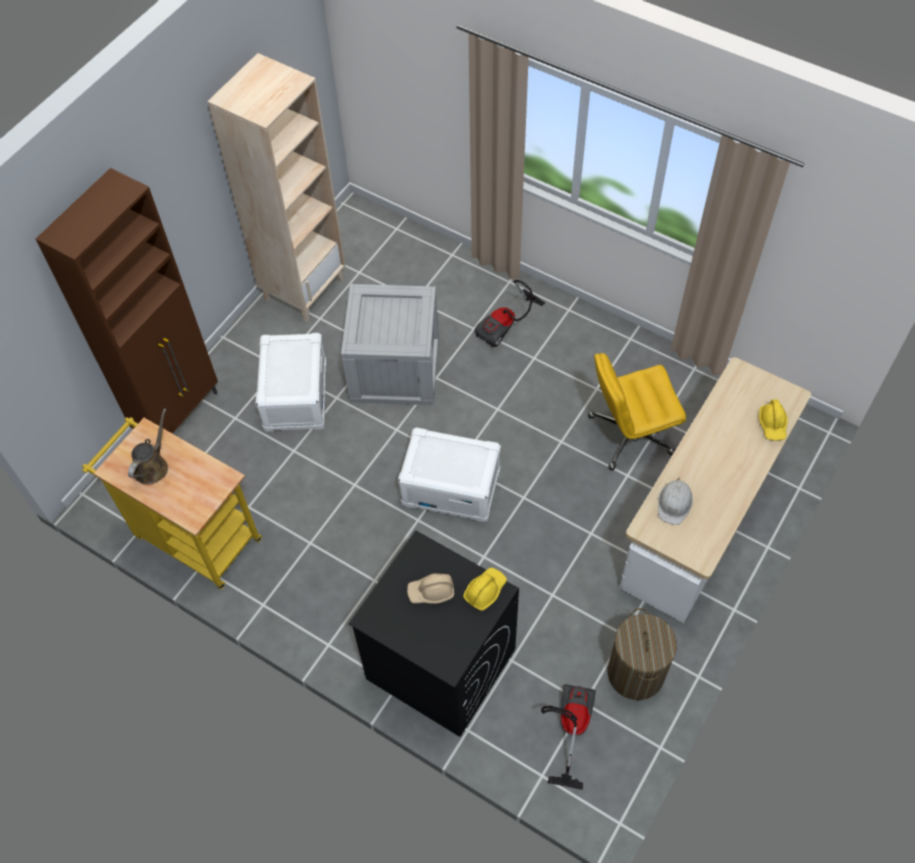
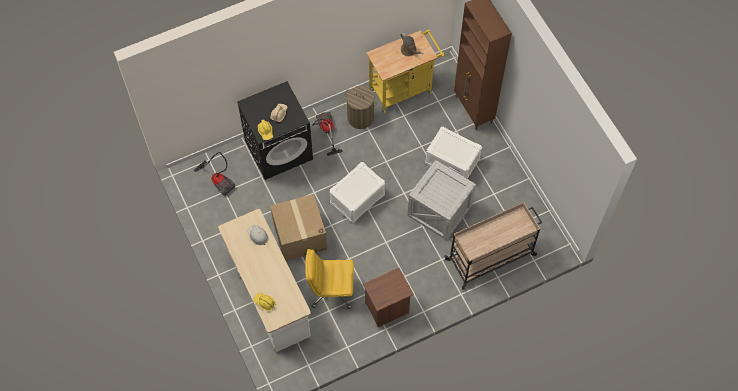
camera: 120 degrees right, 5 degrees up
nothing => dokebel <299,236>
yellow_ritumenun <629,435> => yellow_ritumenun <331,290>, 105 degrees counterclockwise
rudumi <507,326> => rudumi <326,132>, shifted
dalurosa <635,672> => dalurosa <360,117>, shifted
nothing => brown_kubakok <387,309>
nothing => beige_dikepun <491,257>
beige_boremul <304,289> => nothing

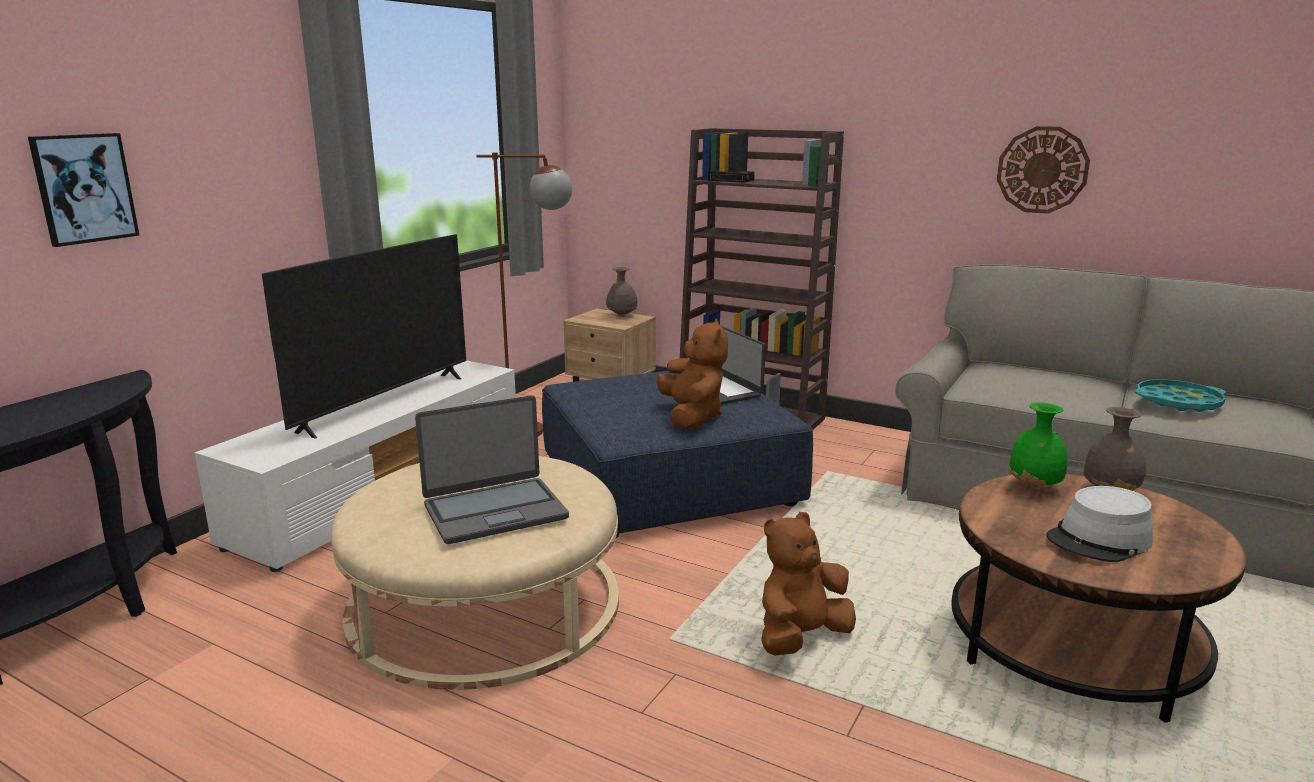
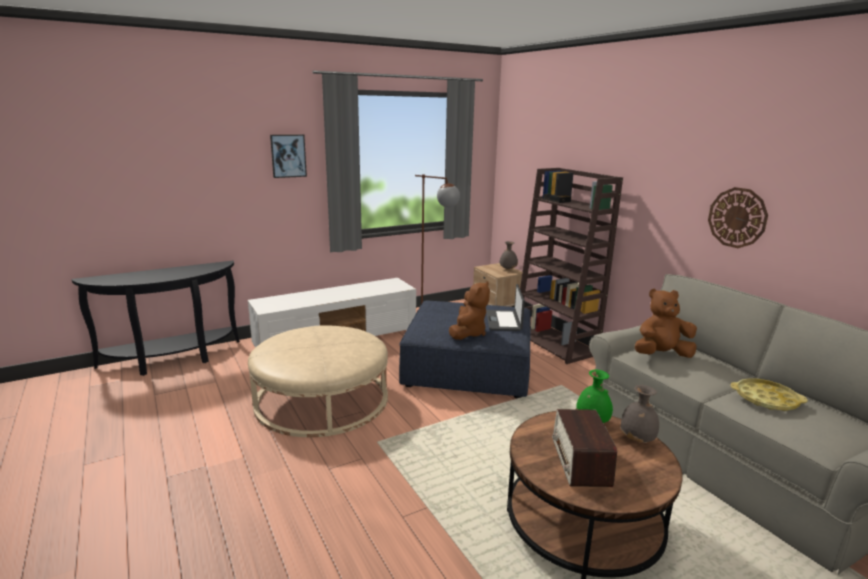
camera: 30 degrees right, 0 degrees up
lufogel <84,188> => lufogel <288,156>, shifted
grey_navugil <1099,539> => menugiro <580,462>
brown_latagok <801,637> => brown_latagok <661,355>, shifted
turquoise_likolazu <1177,402> => yellow_likolazu <766,399>
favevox <384,403> => nothing
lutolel <494,511> => nothing

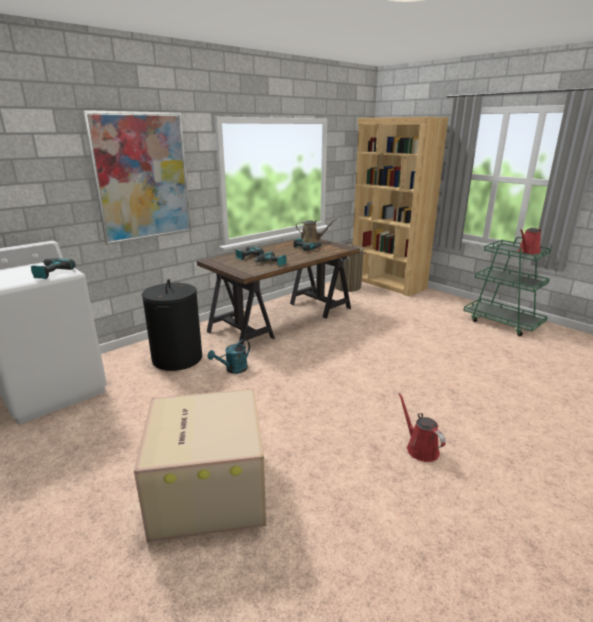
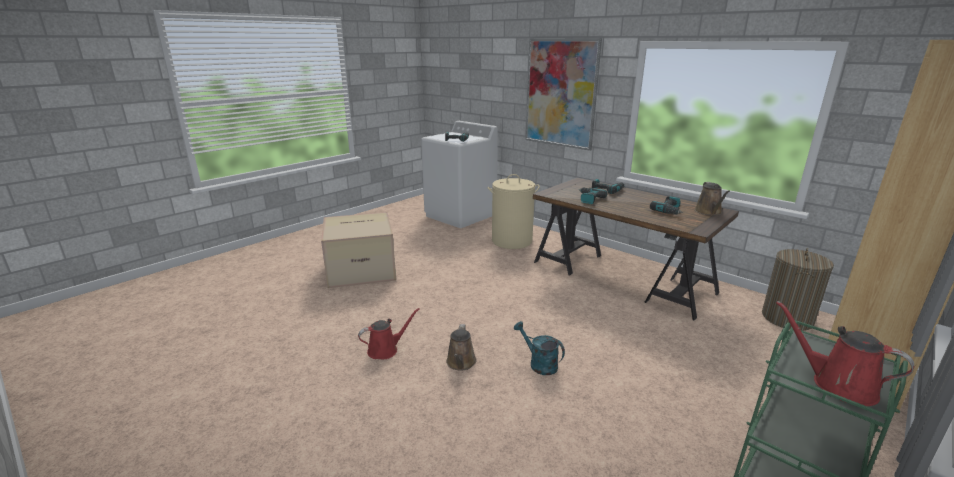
camera: 85 degrees right, 0 degrees up
nothing => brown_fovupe <461,363>
black_dalurosa <177,358> => beige_dalurosa <512,241>
turquoise_fovupe <233,370> => turquoise_fovupe <539,364>, shifted

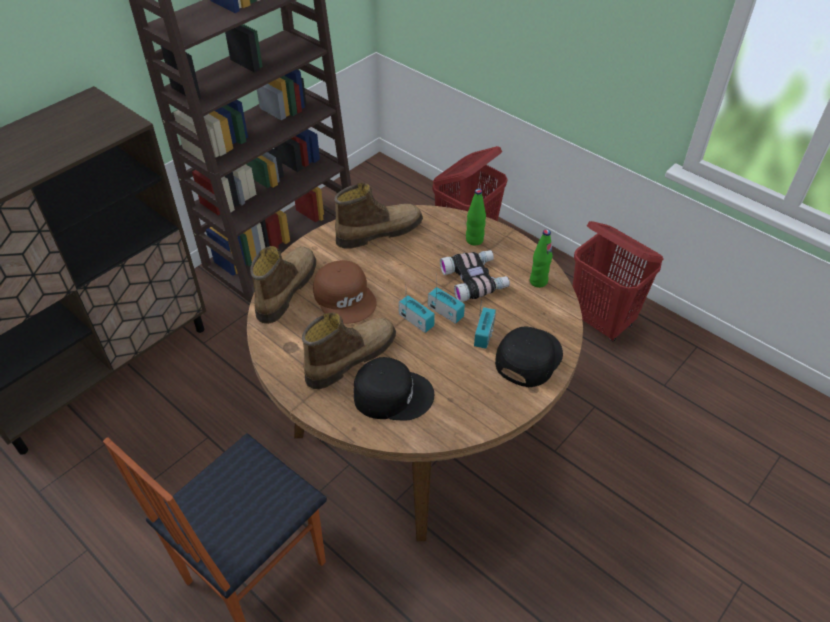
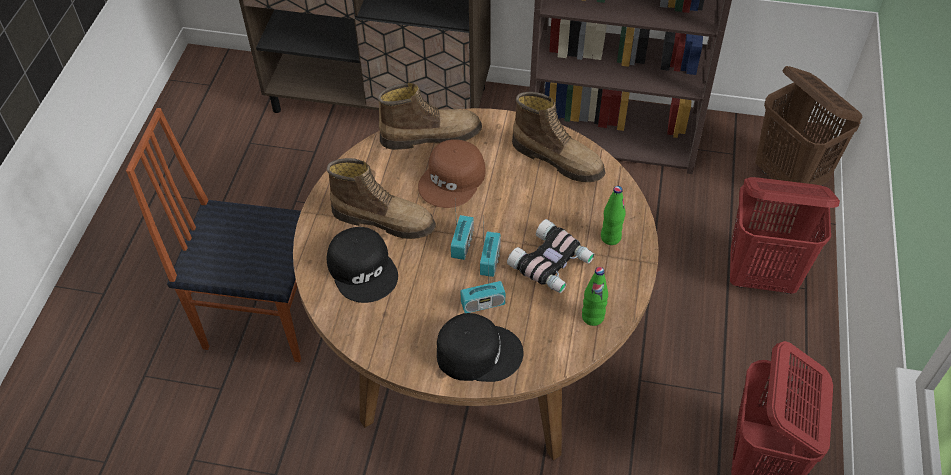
camera: 60 degrees right, 5 degrees up
nothing => brown_dalurosa <789,179>

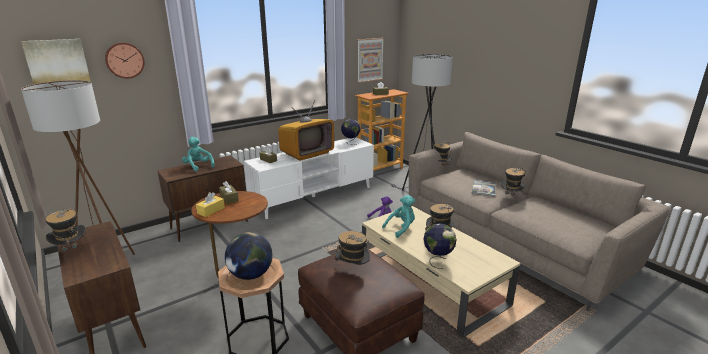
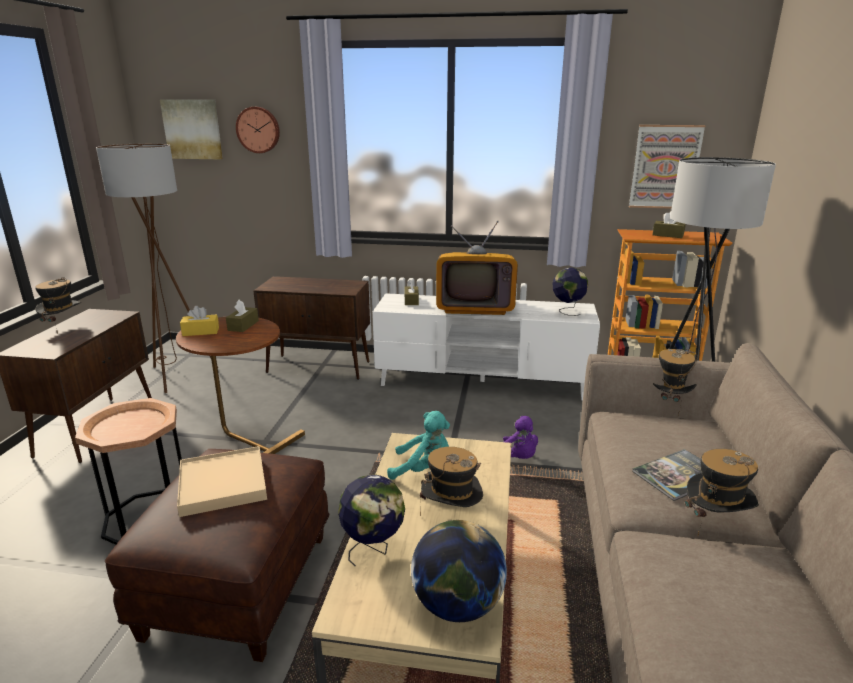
camera: 45 degrees right, 0 degrees up
navugil <352,271> => beige_likolazu <222,484>
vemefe <251,275> => vemefe <457,605>, shifted
turquoise_latagok <198,166> => nothing

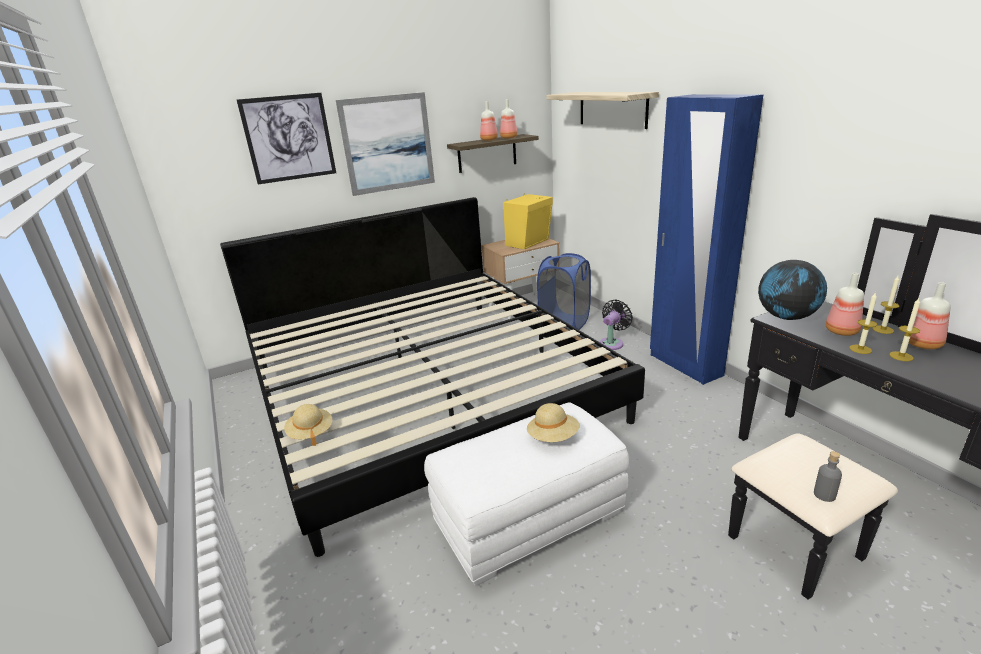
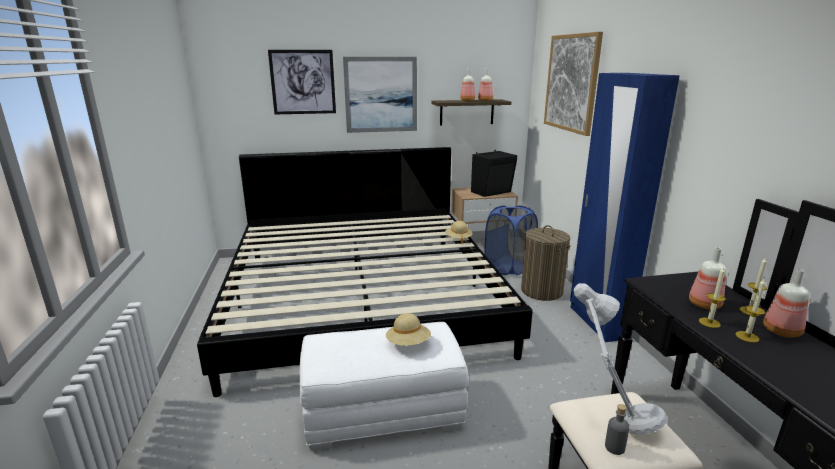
camera: 15 degrees right, 5 degrees down
beige_navugil <310,433> => beige_navugil <458,239>, shifted
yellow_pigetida <529,242> => black_pigetida <492,192>
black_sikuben <612,343> => dalurosa <541,291>
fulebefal <612,109> => lufogel <571,83>
nothing => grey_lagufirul <607,405>
vemefe <787,317> => nothing

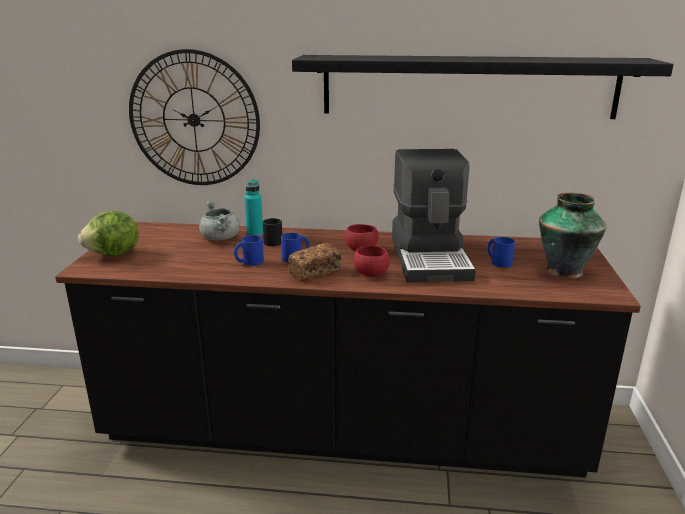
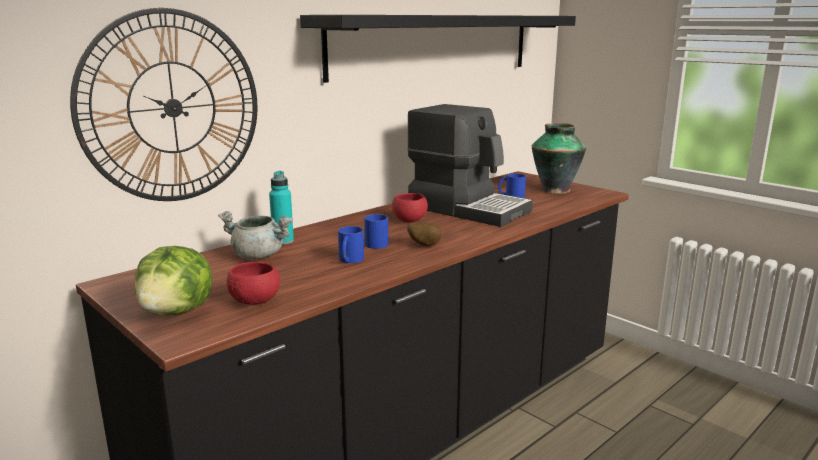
camera: 50 degrees left, 5 degrees down
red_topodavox <371,274> => red_topodavox <255,301>, shifted
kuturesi <315,272> => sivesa <424,245>
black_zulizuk <275,241> => nothing

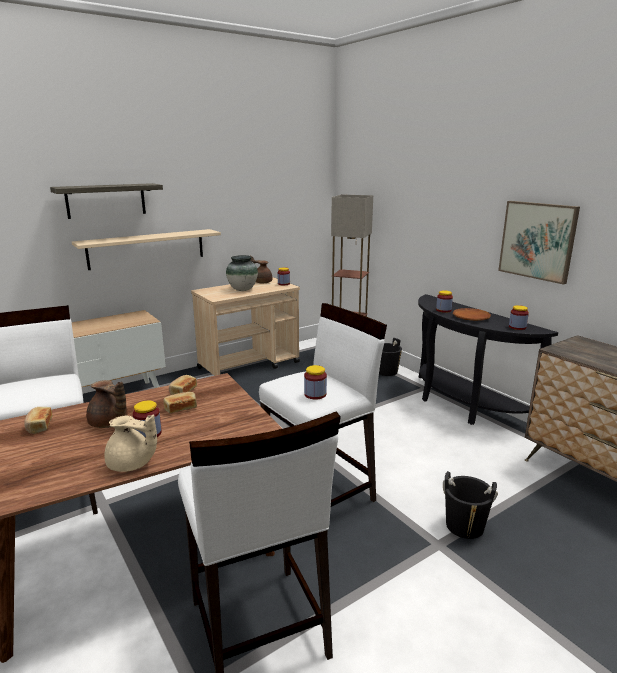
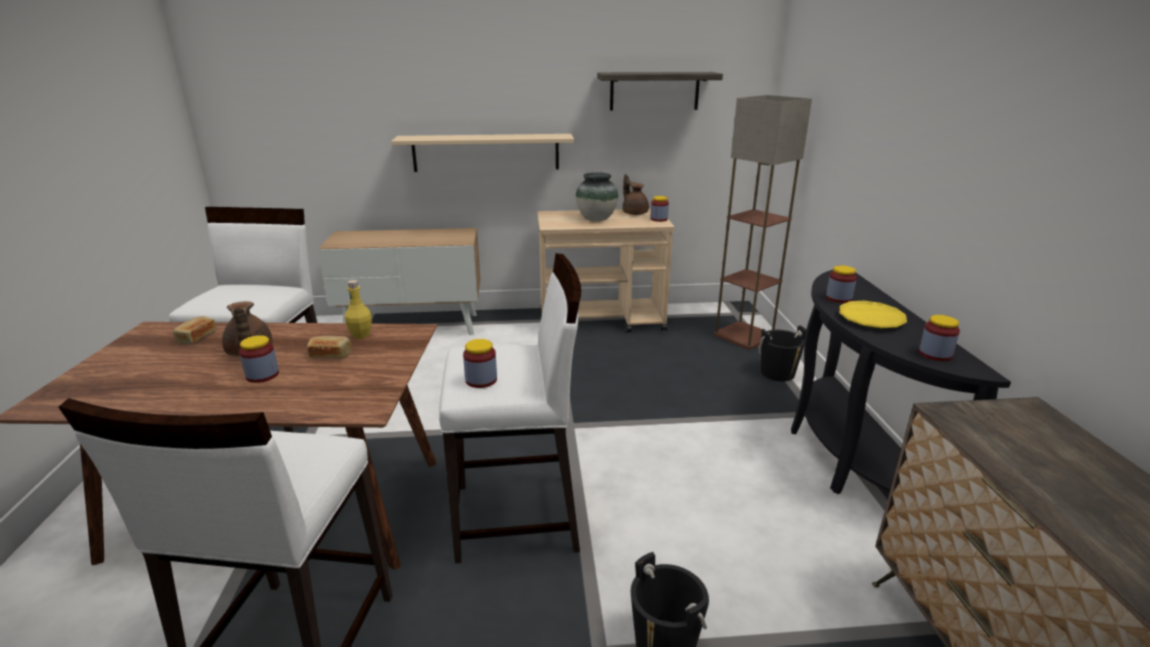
camera: 30 degrees right, 5 degrees up
kuturesi <182,392> => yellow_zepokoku <361,335>
fulebefal <106,200> => fulebefal <654,91>, shifted
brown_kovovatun <471,317> => yellow_kovovatun <871,319>
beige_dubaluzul <131,465> => nothing
lufogel <537,240> => nothing

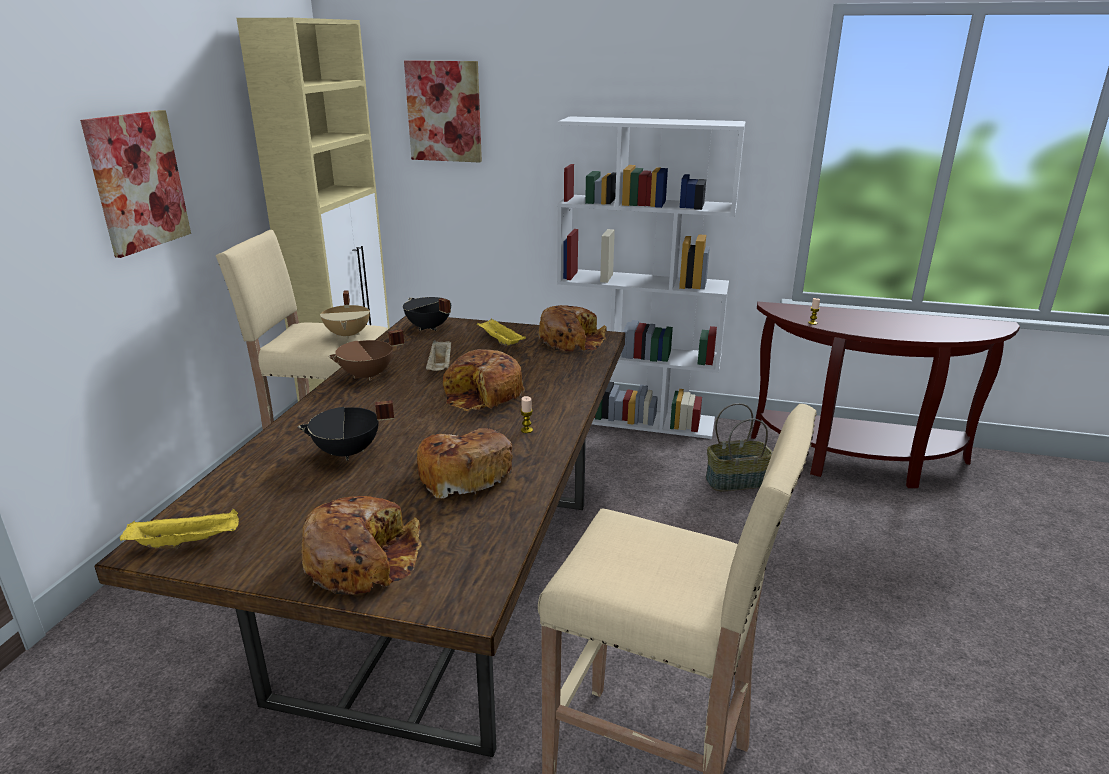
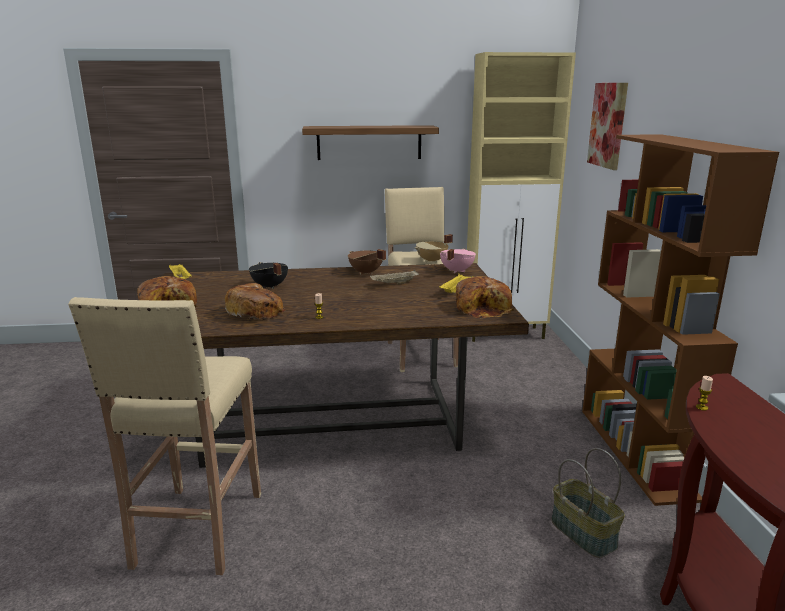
camera: 70 degrees right, 5 degrees down
lufogel <138,182> => fulebefal <369,142>
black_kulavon <428,328> => pink_kulavon <456,271>
white_boremul <636,419> => brown_boremul <637,452>
kuturesi <484,395> => nothing

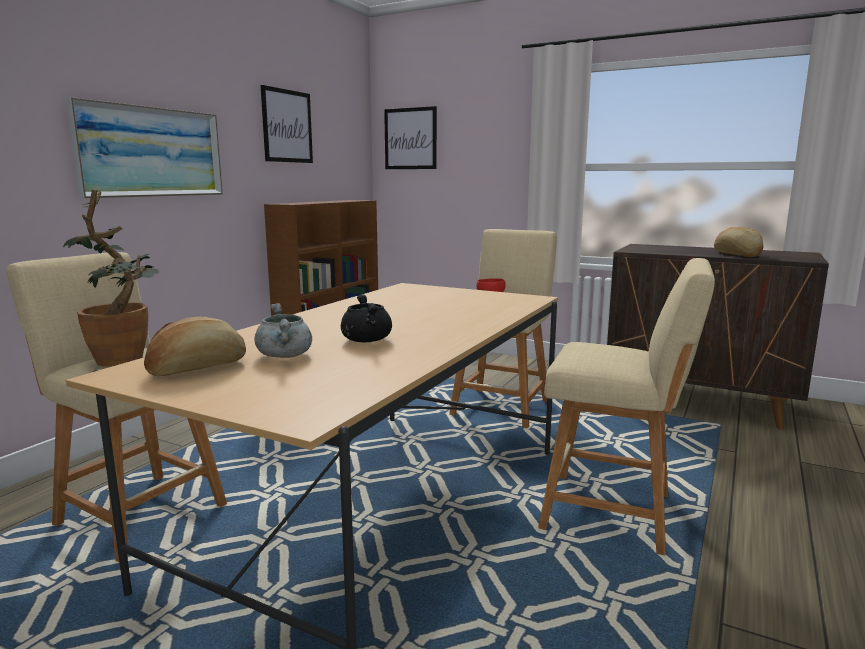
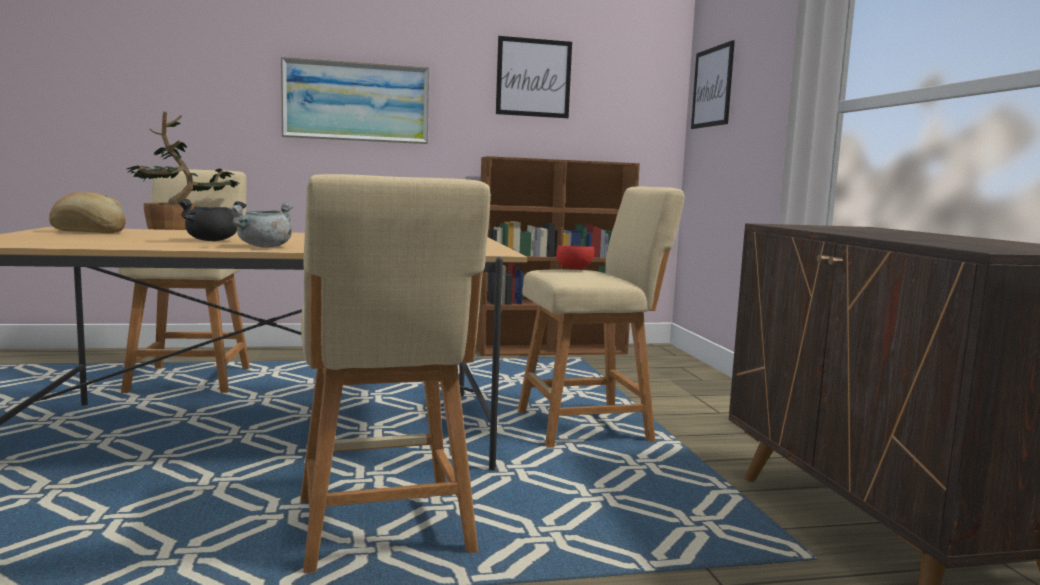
camera: 50 degrees right, 5 degrees down
grey_kulavon <285,356> => grey_kulavon <264,247>, shifted
kuturesi <737,255> => nothing

